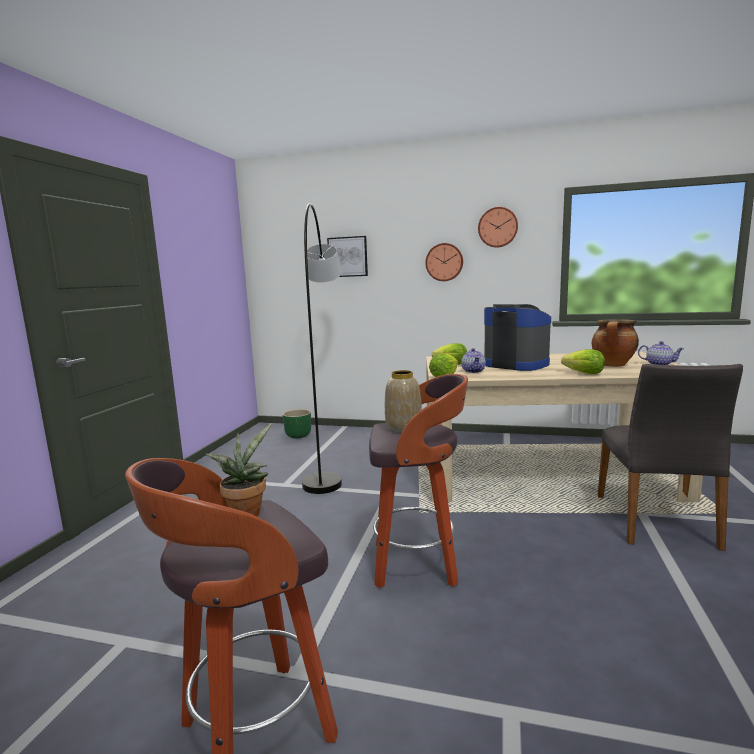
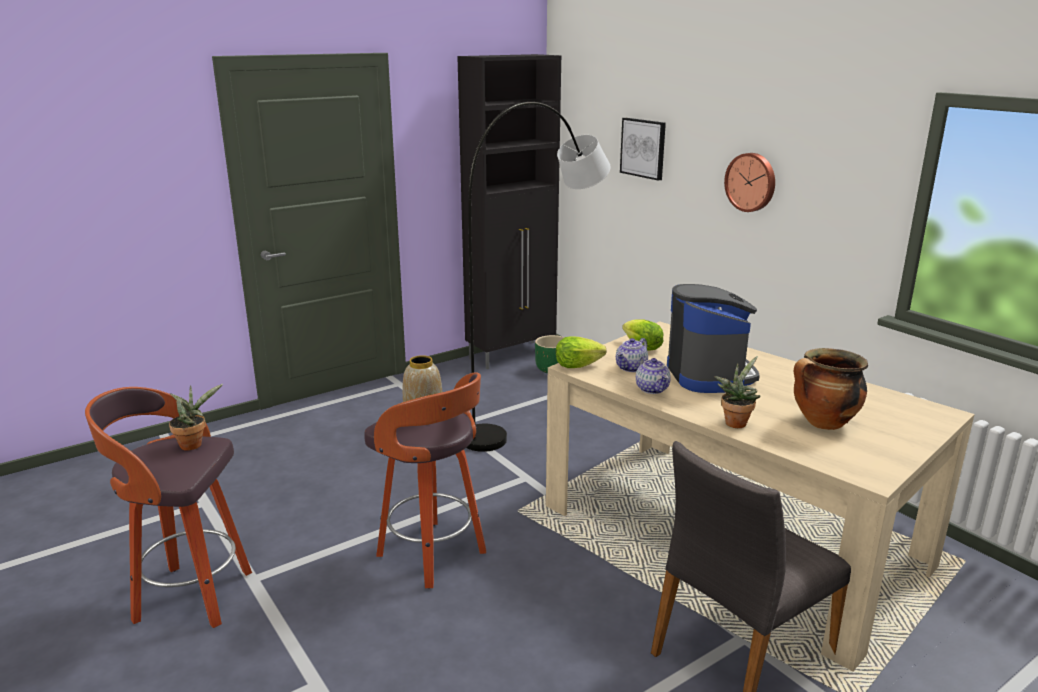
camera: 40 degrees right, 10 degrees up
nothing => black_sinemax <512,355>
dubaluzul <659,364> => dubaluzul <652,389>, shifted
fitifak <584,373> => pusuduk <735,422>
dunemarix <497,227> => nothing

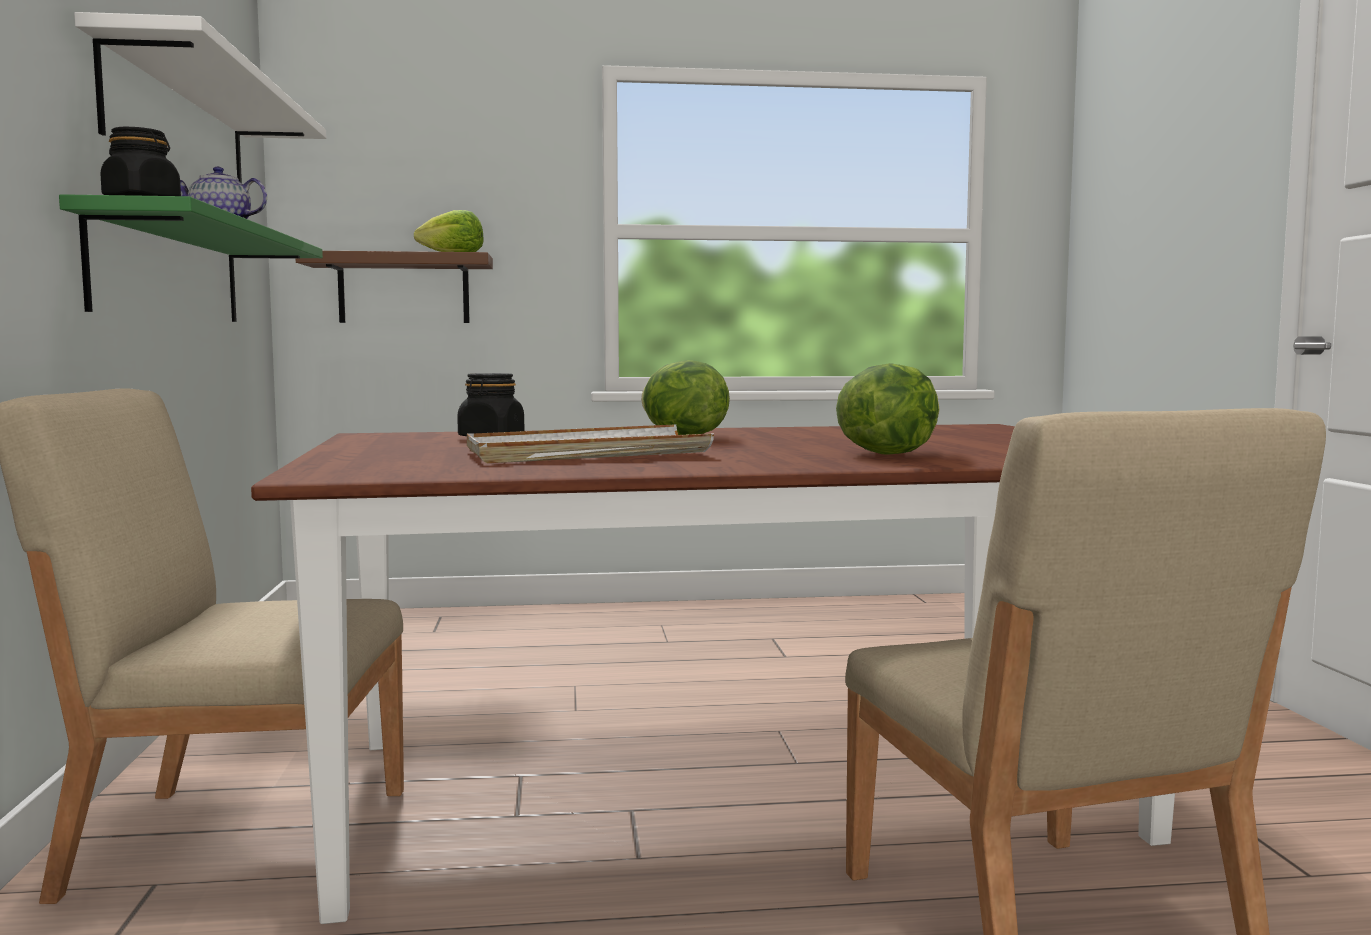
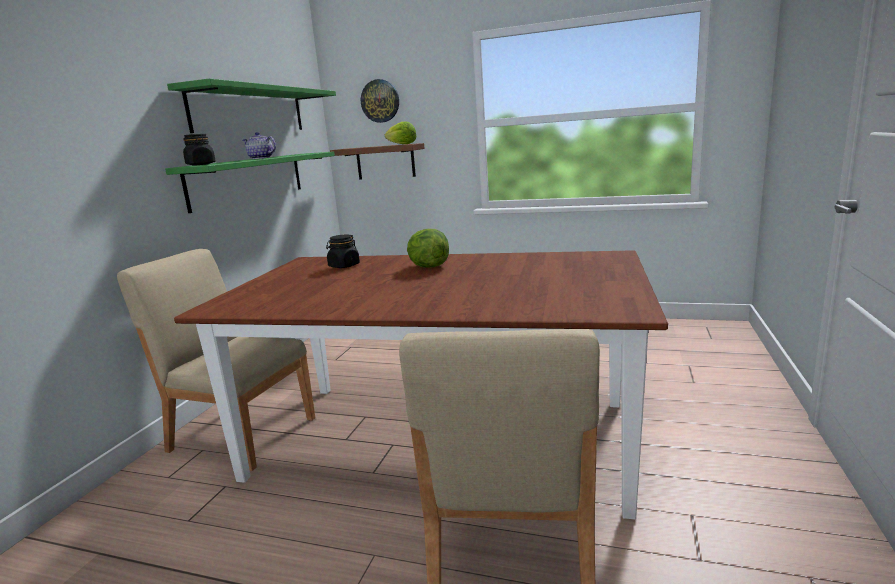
camera: 25 degrees right, 10 degrees up
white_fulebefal <179,126> => green_fulebefal <250,110>
nothing => dunemarix <380,101>
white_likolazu <586,454> => nothing
fitifak <887,453> => nothing

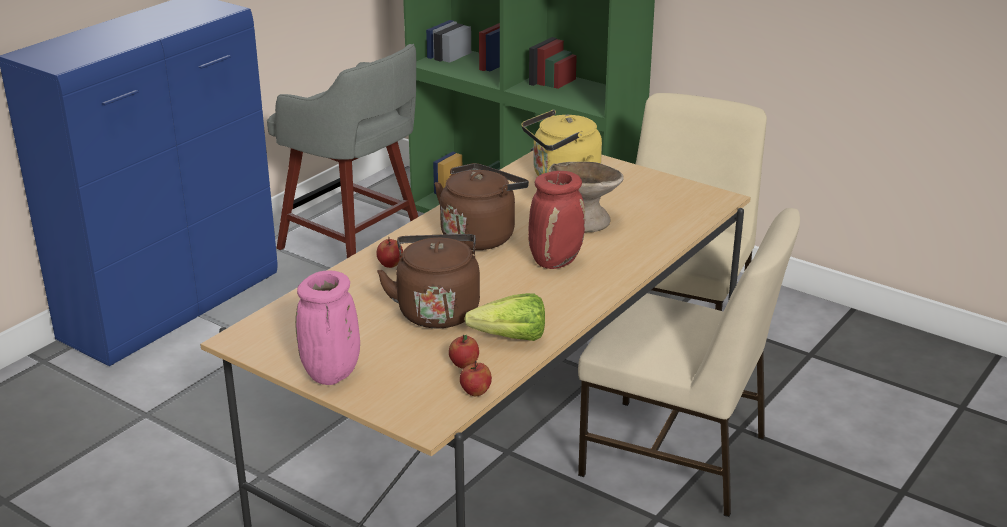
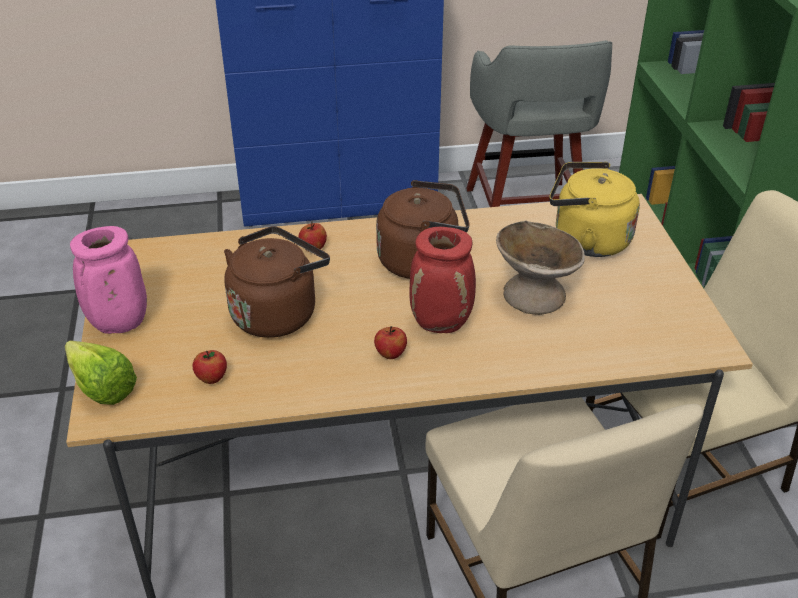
camera: 45 degrees right, 10 degrees up
fitifak <504,337> => fitifak <100,384>, shifted
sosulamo <475,392> => sosulamo <390,354>, shifted

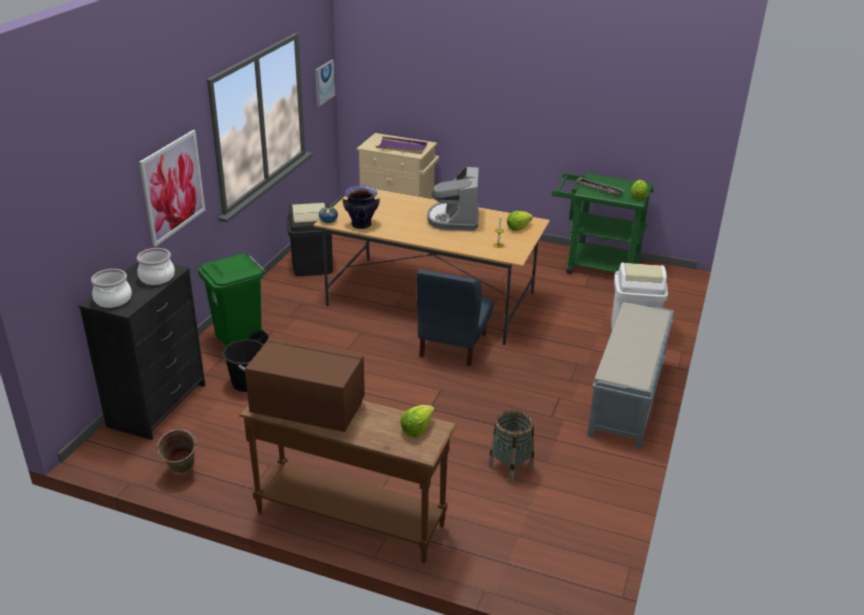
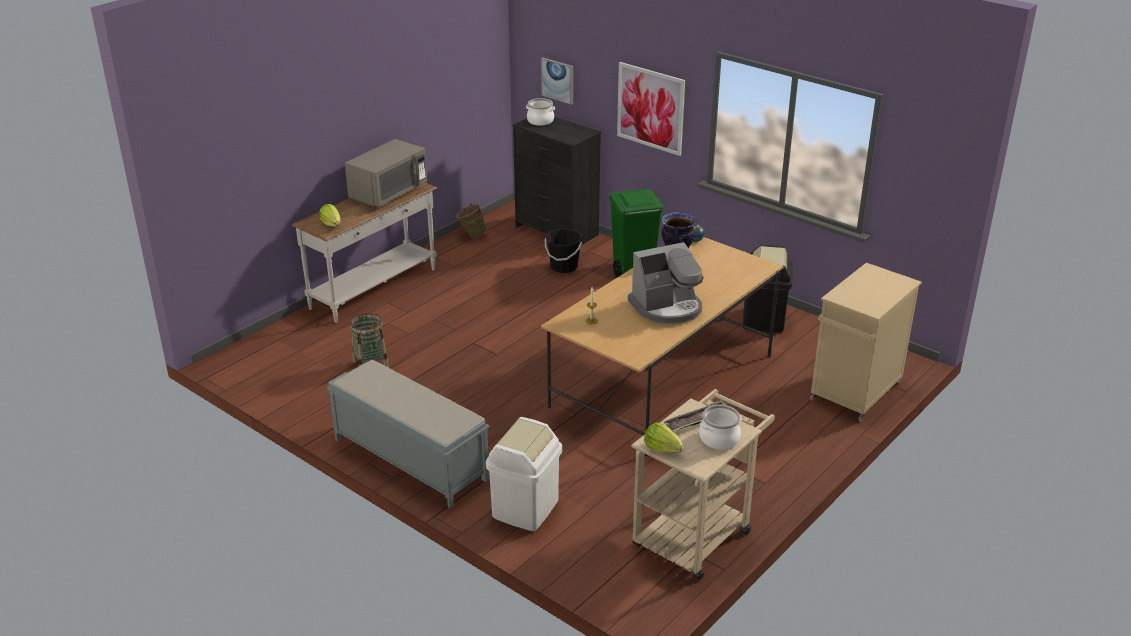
camera: 110 degrees right, 0 degrees up
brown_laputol <351,517> => white_laputol <374,289>
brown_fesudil <307,409> => grey_fesudil <388,193>
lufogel <324,82> => lufogel <558,80>, shifted
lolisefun <454,219> => lolisefun <667,308>, 135 degrees clockwise
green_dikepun <595,265> => beige_dikepun <697,532>
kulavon <156,277> => kulavon <719,438>, shifted
purple_likolazu <402,147> => nothing
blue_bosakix <452,345> => nothing
fitifak <518,228> => nothing

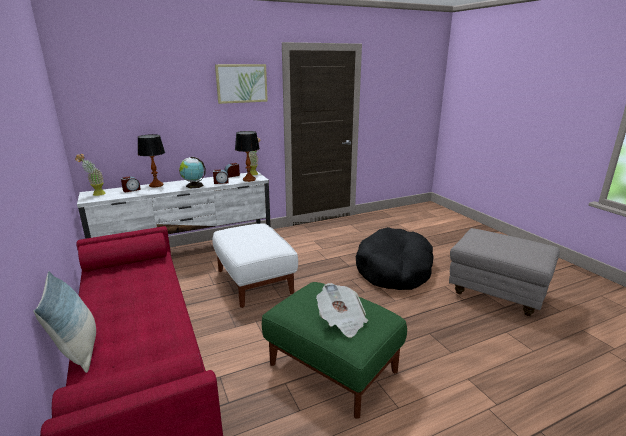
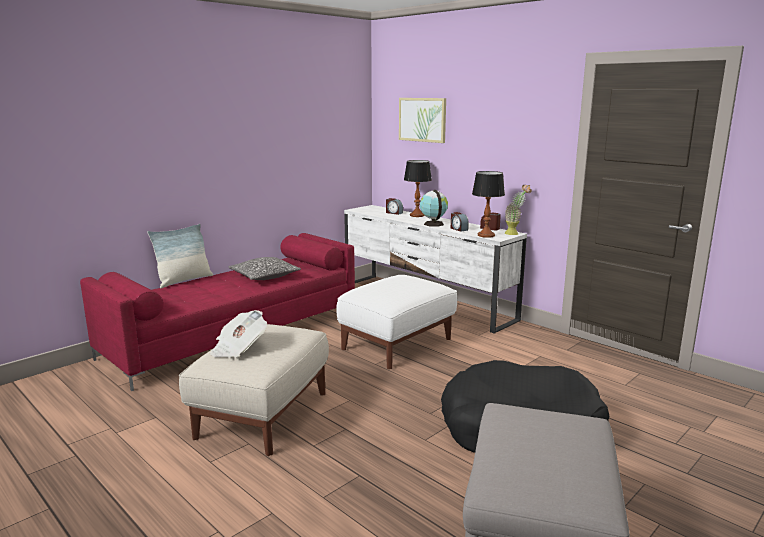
camera: 70 degrees right, 5 degrees down
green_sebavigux <332,367> => beige_sebavigux <264,414>
nothing => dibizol <264,276>
lufogel <241,83> => lufogel <422,119>, shifted
pusuduk <95,194> => nothing

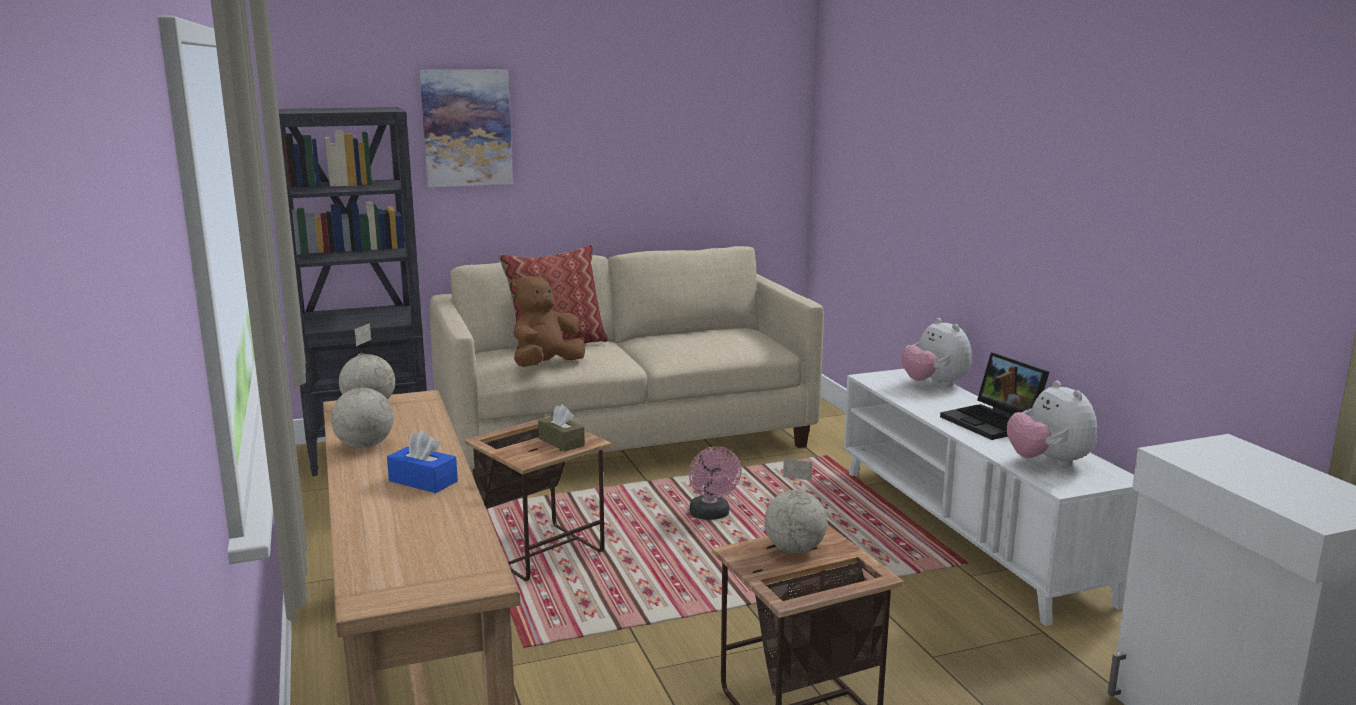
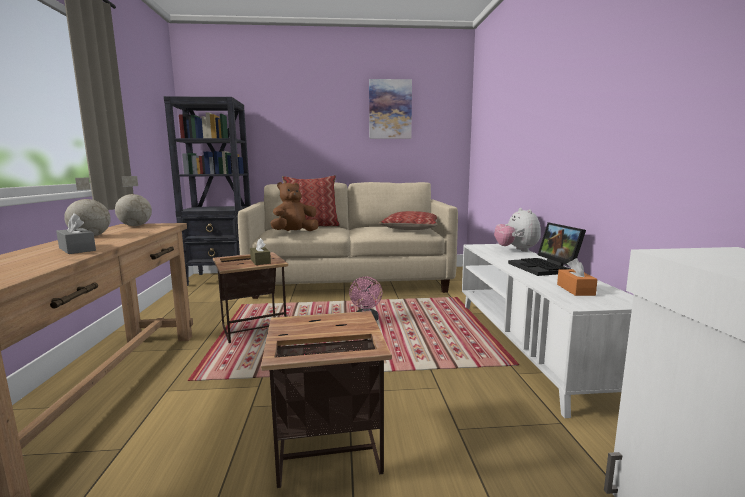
camera: 15 degrees right, 5 degrees down
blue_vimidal <423,481> => grey_vimidal <77,249>
lufogel <467,128> => lufogel <390,109>, shifted
nothing => dibizol <411,228>
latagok <1048,462> => orange_vimidal <575,290>
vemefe <794,549> => nothing

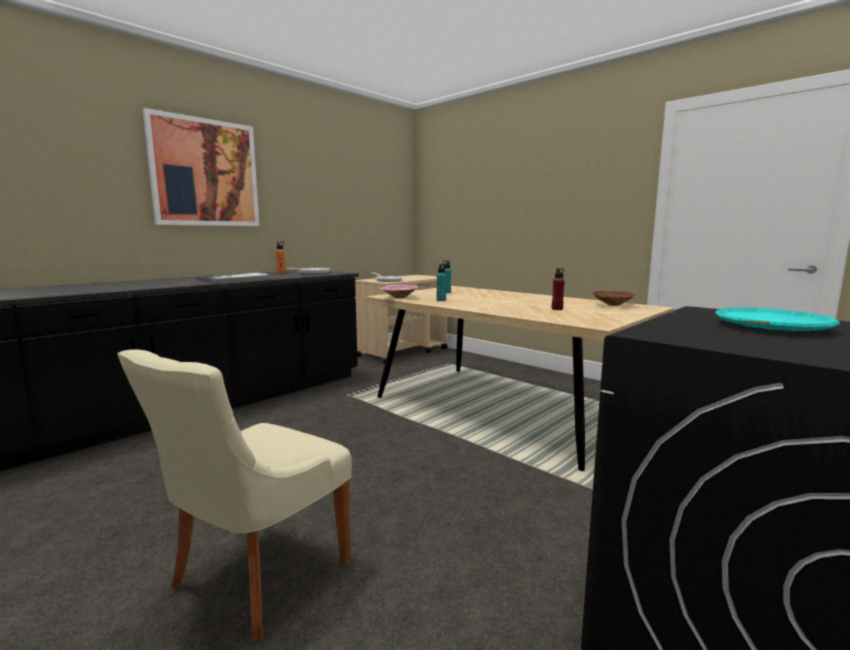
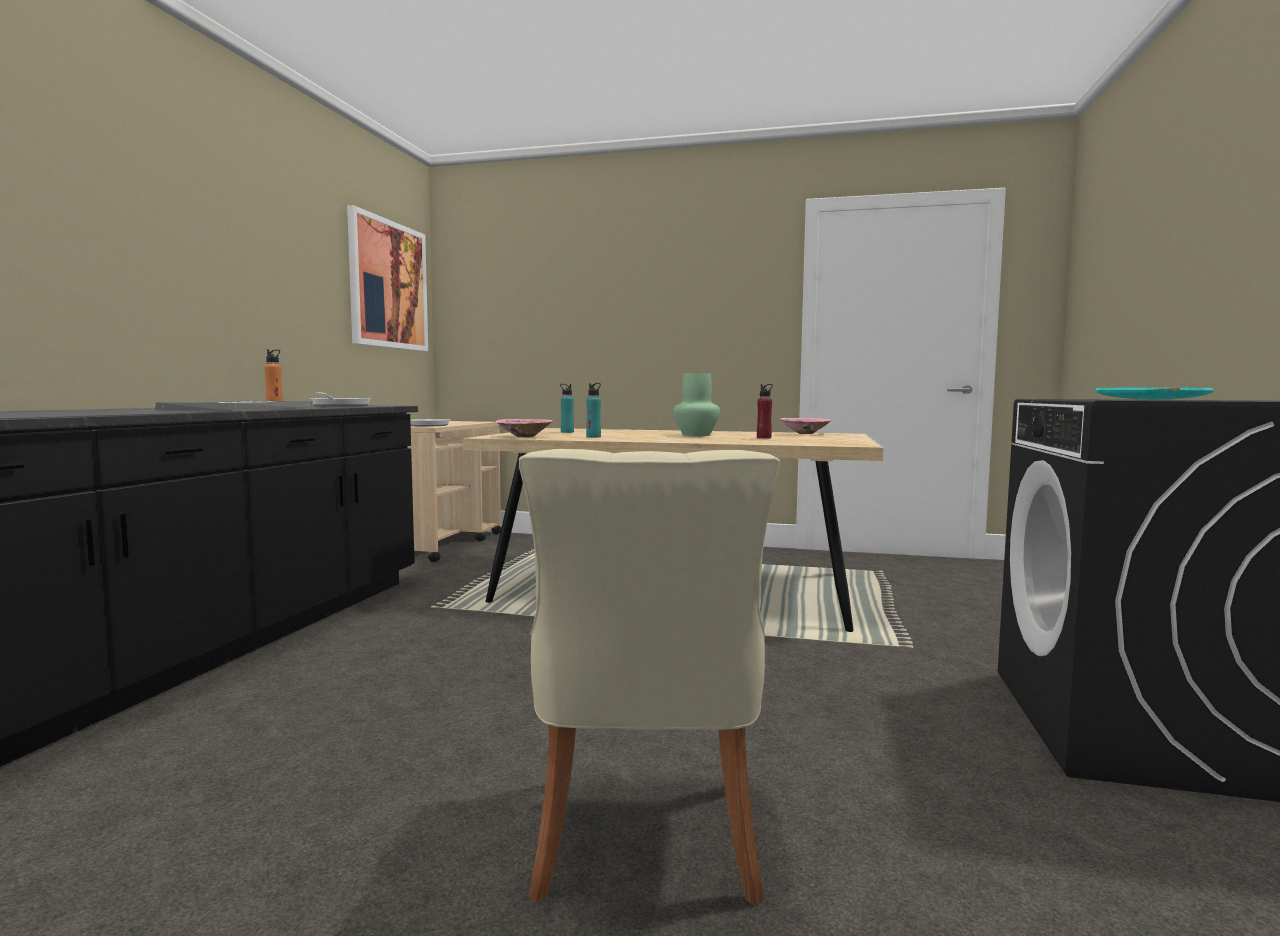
camera: 30 degrees left, 5 degrees down
lufogel <205,173> => lufogel <388,285>, shifted
nothing => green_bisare <696,435>
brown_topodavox <612,305> => pink_topodavox <805,434>

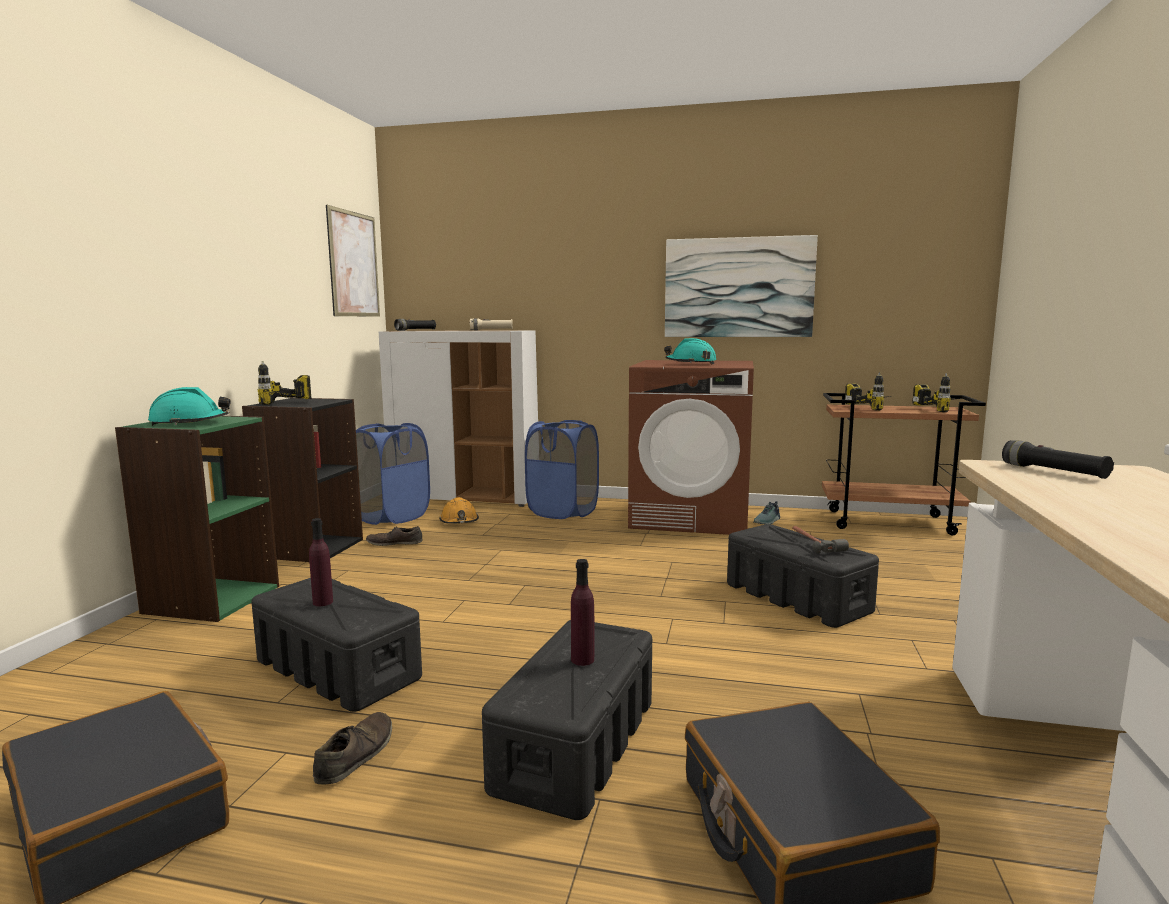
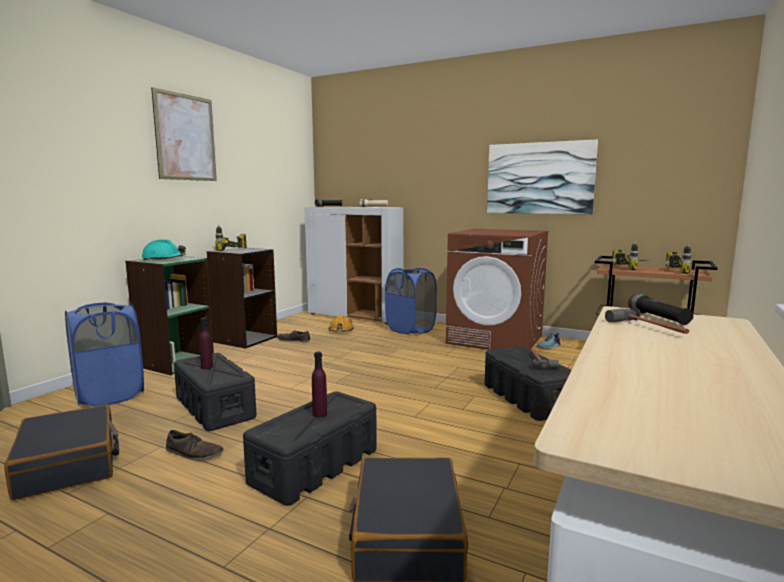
camera: 15 degrees right, 0 degrees up
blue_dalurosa <392,517> => blue_dalurosa <110,395>, shifted
lufogel <354,264> => lufogel <186,137>, shifted
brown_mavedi <355,755> => brown_mavedi <194,453>, 75 degrees clockwise
nothing => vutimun <648,328>
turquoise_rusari <690,363> => nothing

